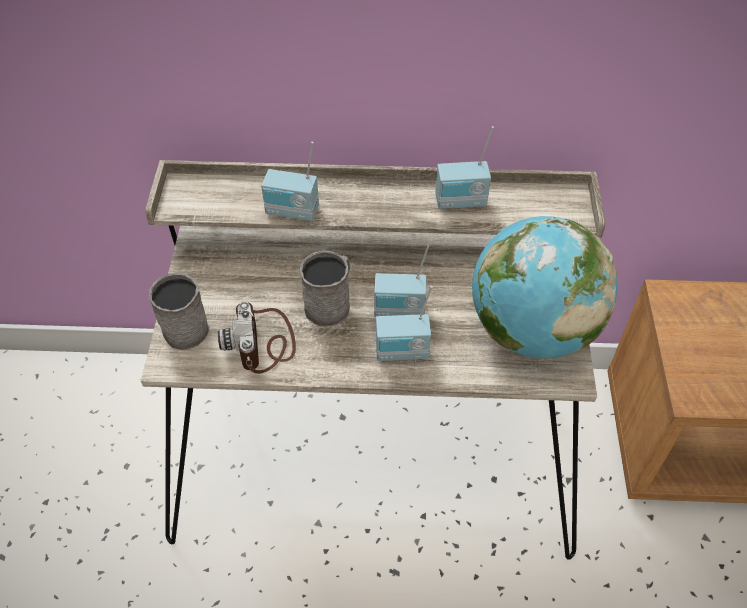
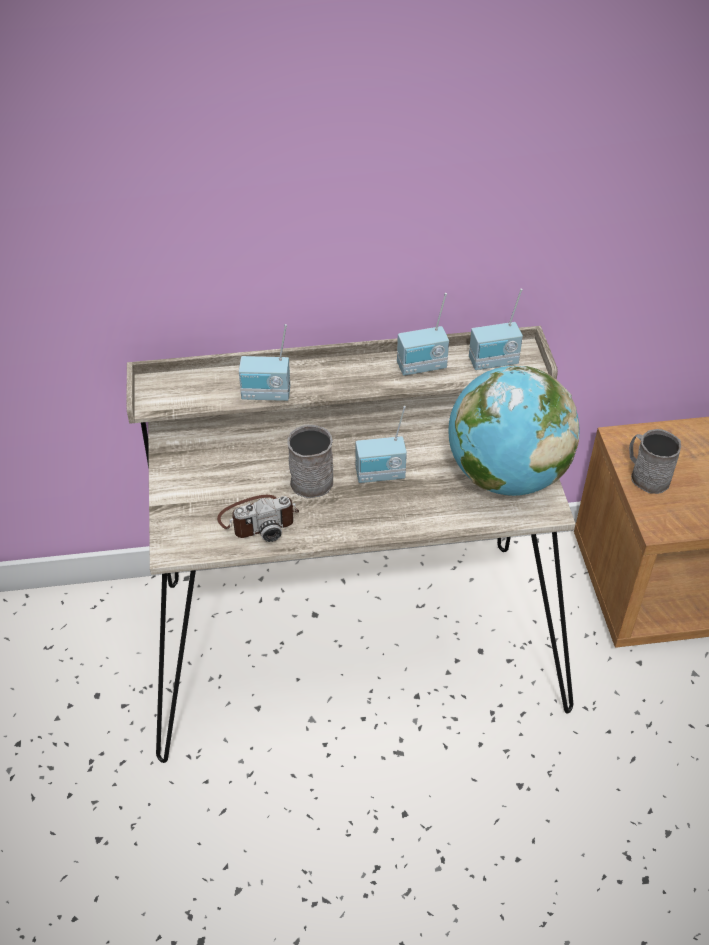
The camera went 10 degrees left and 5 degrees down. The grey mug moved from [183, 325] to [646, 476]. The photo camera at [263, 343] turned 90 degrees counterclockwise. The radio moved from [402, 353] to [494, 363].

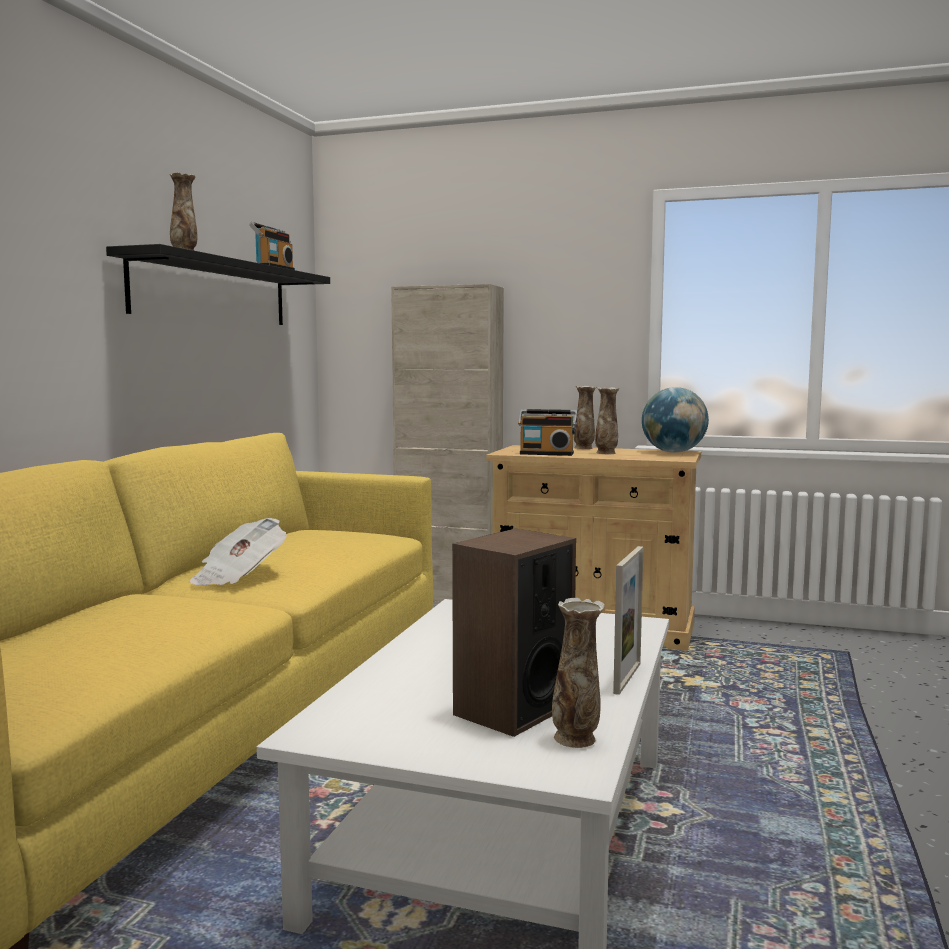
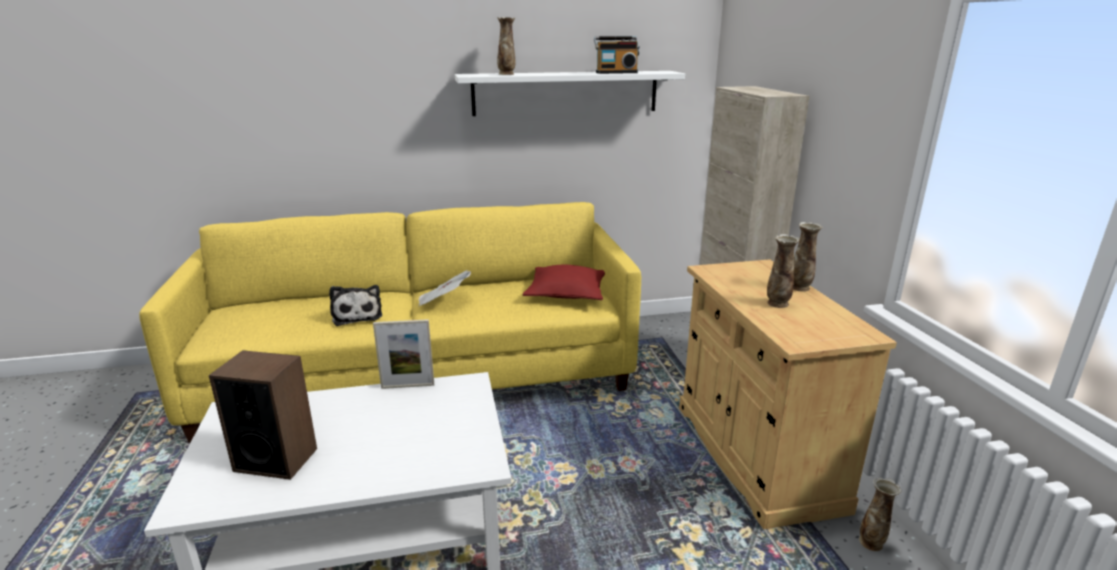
The camera went 60 degrees right and 15 degrees up. The black shelf at [213, 292] became the white shelf at [566, 93]. The radio at [547, 453] disappeared. The vase moved from [576, 739] to [871, 543]. The picture frame moved from [627, 678] to [407, 386]. The globe at [673, 452] disappeared. The plush toy at [357, 315] appeared. The red pillow at [566, 293] appeared.

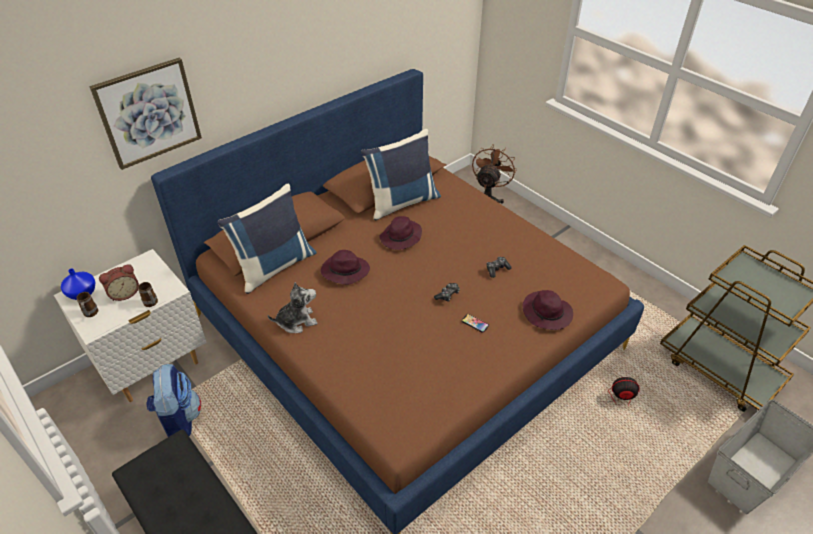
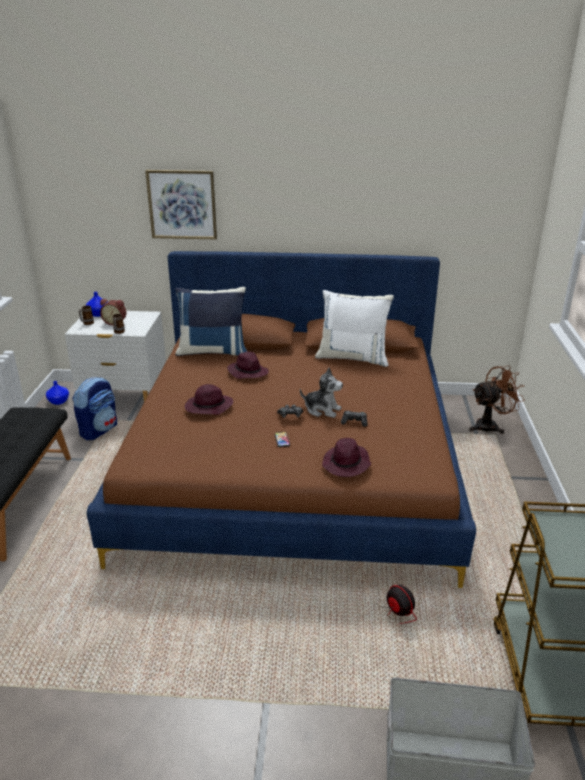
The camera went 45 degrees right and 15 degrees down. The plush toy moved from [296, 321] to [322, 410]. The blue pillow at [402, 202] became the white pillow at [353, 357]. The purple hat moved from [401, 237] to [208, 407]. The blue vase at [59, 401] appeared.

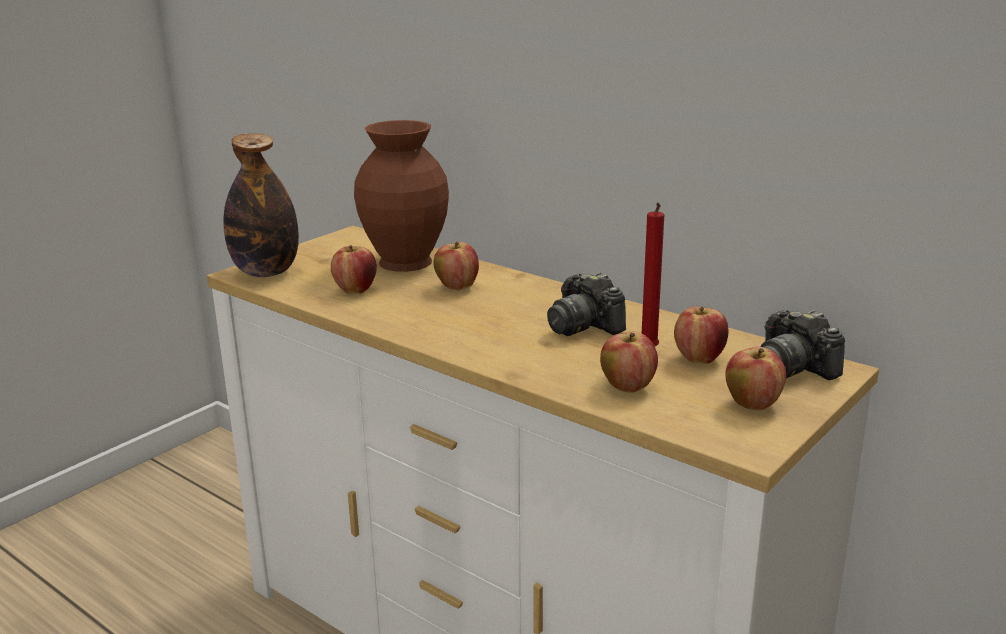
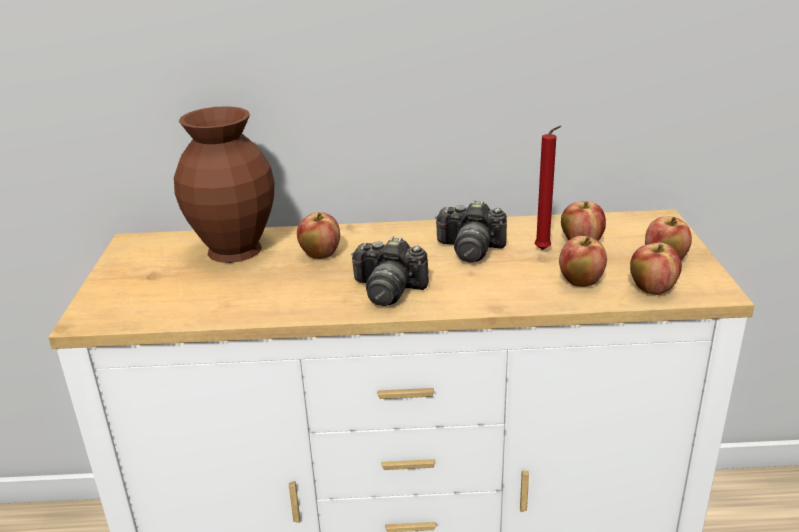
The camera went 40 degrees left and 5 degrees up. The bottle at [266, 272] disappeared. The apple moved from [355, 290] to [652, 289]. The photo camera moved from [792, 368] to [388, 290].

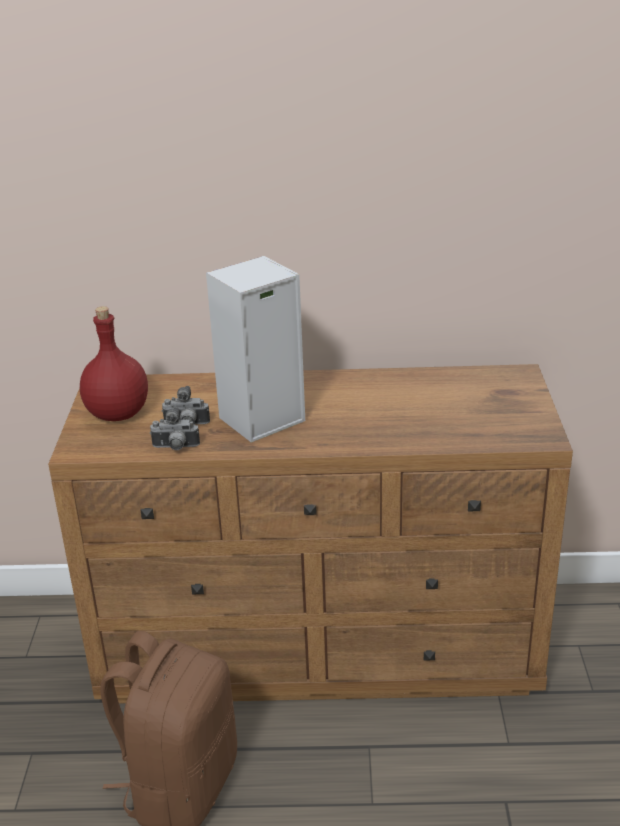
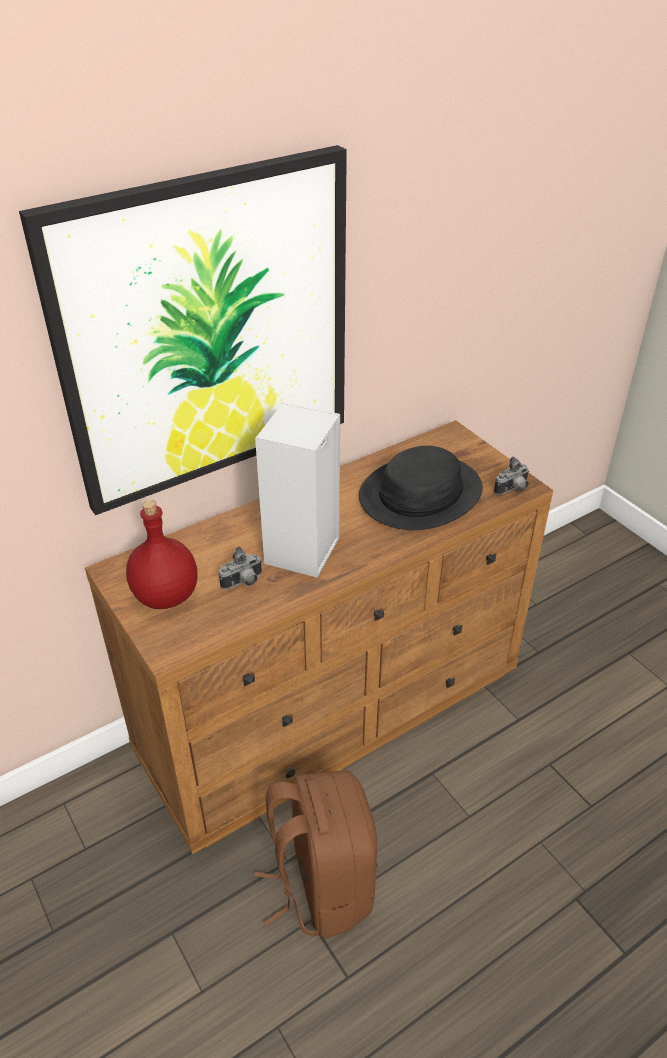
The camera went 35 degrees left and 10 degrees up. The photo camera moved from [175, 448] to [512, 490]. The picture at [208, 333] appeared. The black hat at [421, 494] appeared.

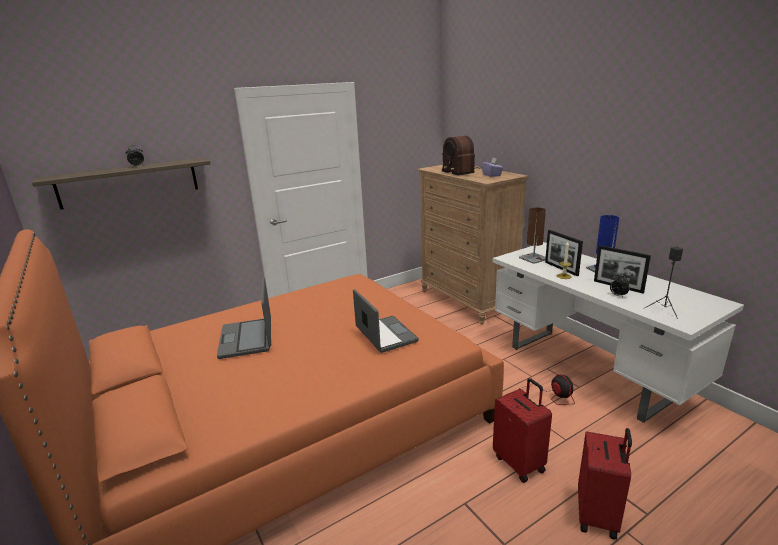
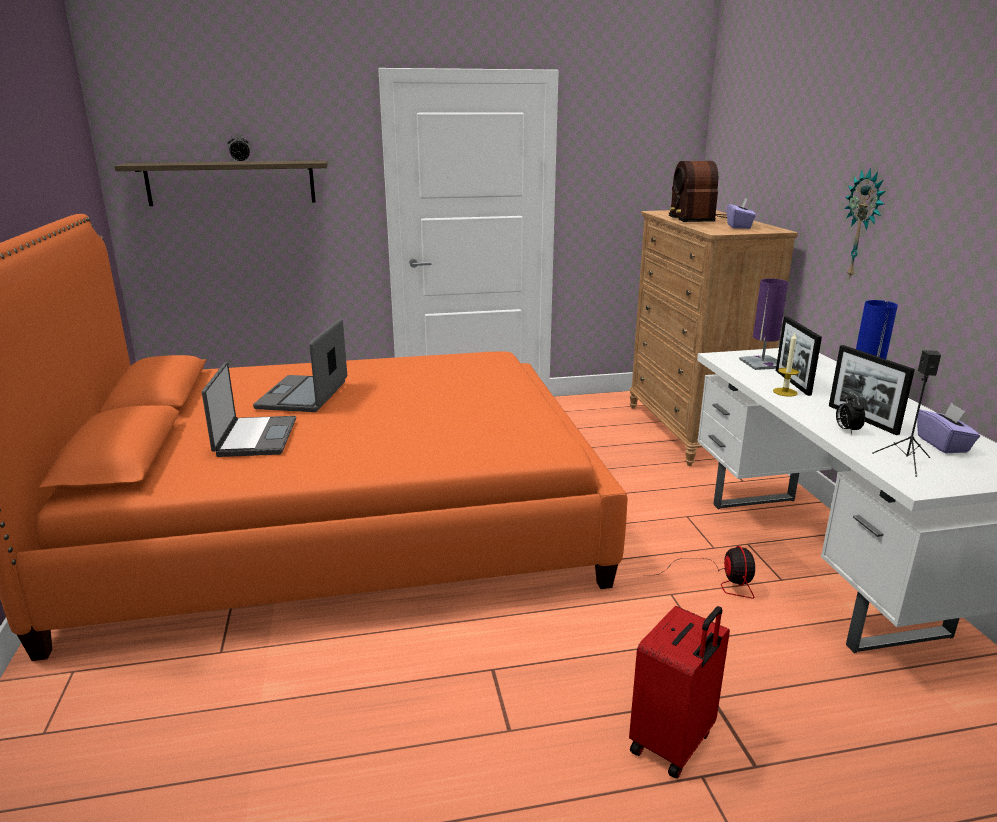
The camera went 20 degrees right and 0 degrees up. The laptop moved from [385, 335] to [254, 438]. The red suitcase at [520, 463] disappeared. The brown table lamp at [533, 258] became the purple table lamp at [762, 363]. The wall clock at [863, 225] appeared. The purple tissue box at [943, 444] appeared.

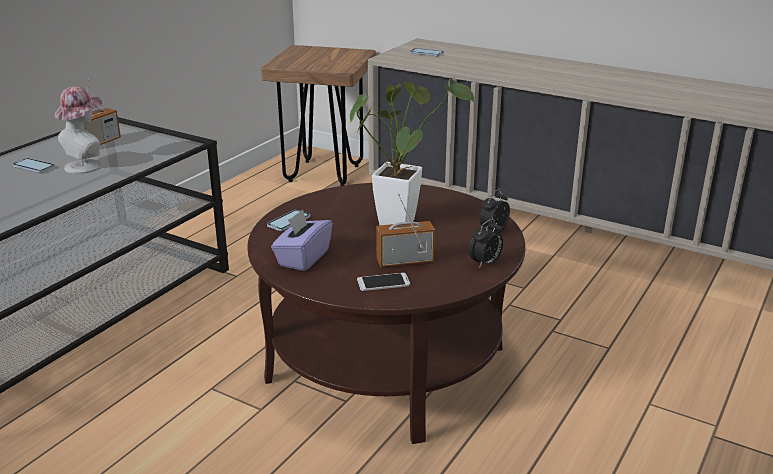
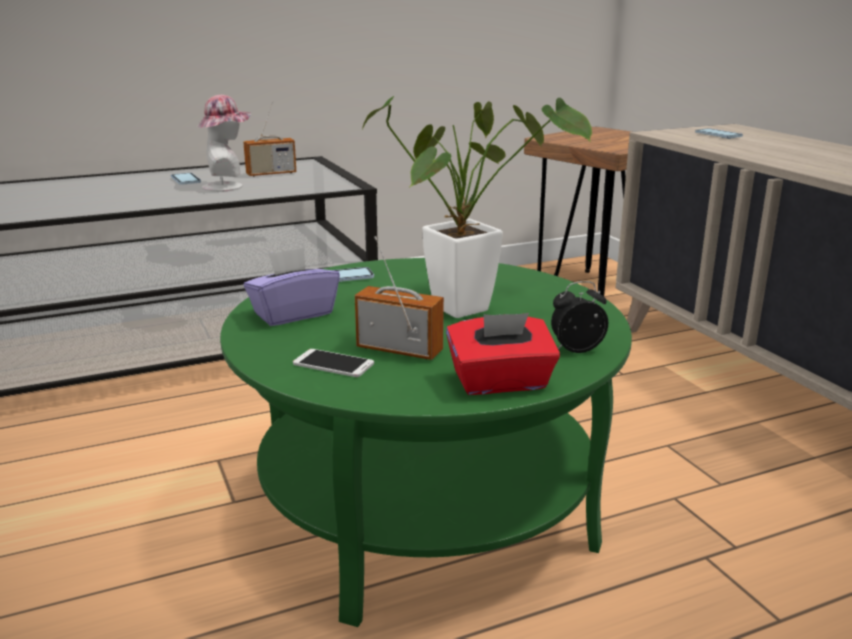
The camera went 35 degrees right and 5 degrees down. The brown coffee table at [386, 363] became the green coffee table at [425, 508]. The alarm clock at [485, 263] was replaced by the red tissue box at [501, 383].

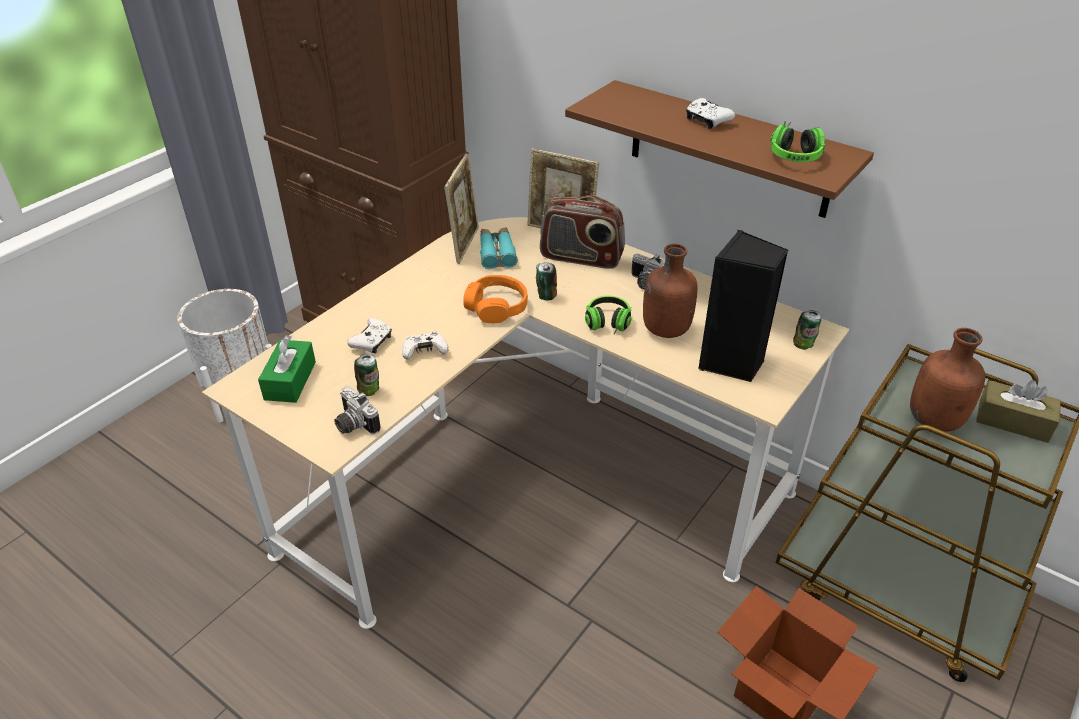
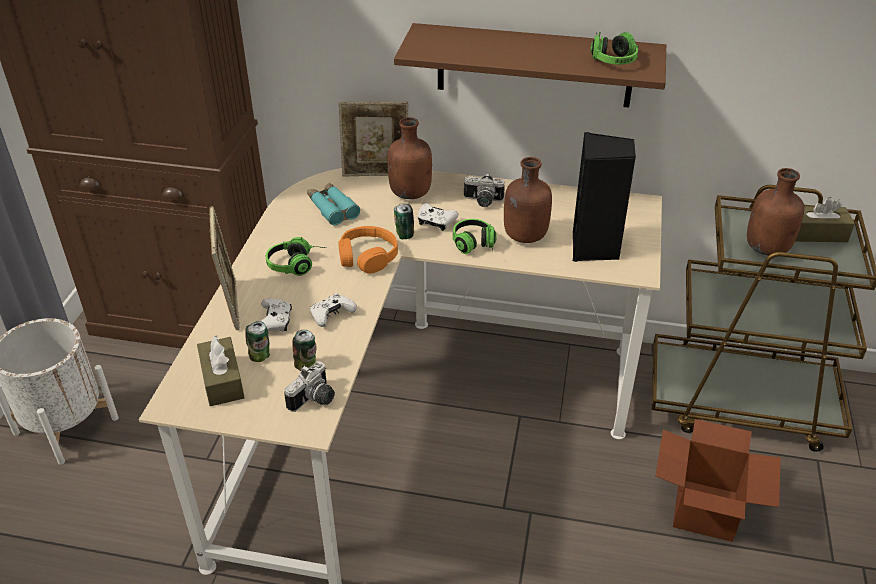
The camera went 25 degrees left and 0 degrees up. The green tissue box at [290, 381] became the brown tissue box at [222, 380]. The photo camera at [353, 424] turned 75 degrees counterclockwise. The picture frame moved from [465, 244] to [231, 304]. The radio at [581, 257] was replaced by the brown bottle at [411, 193]. The white game controller moved from [707, 120] to [436, 222]. The can moved from [803, 345] to [260, 356]. The headphones at [297, 265] appeared.

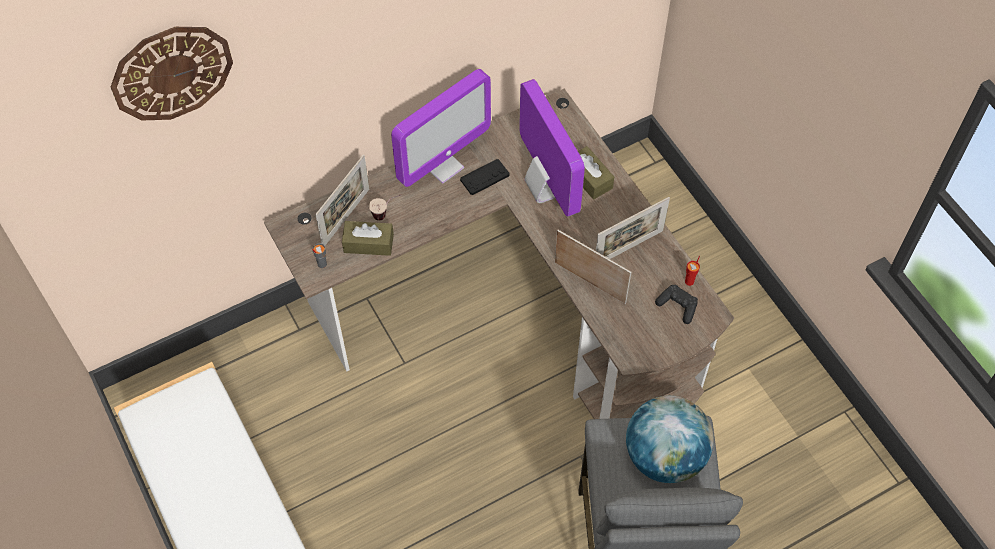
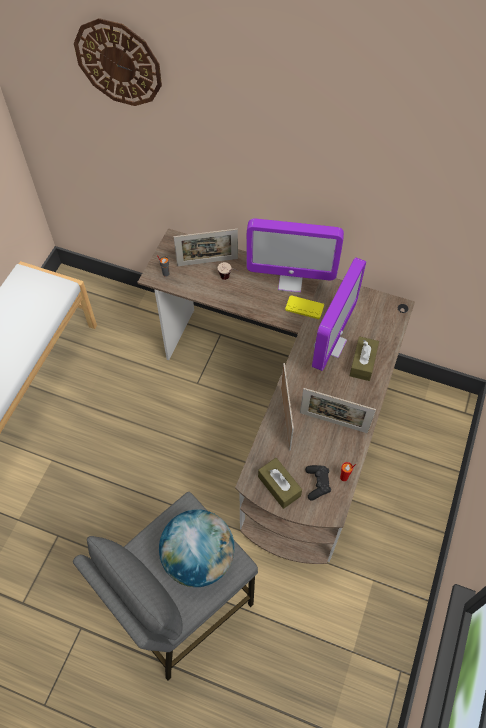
The camera went 50 degrees right and 0 degrees up. The brown tissue box moved from [368, 243] to [279, 486]. The black game controller at [484, 177] became the yellow game controller at [304, 308].

